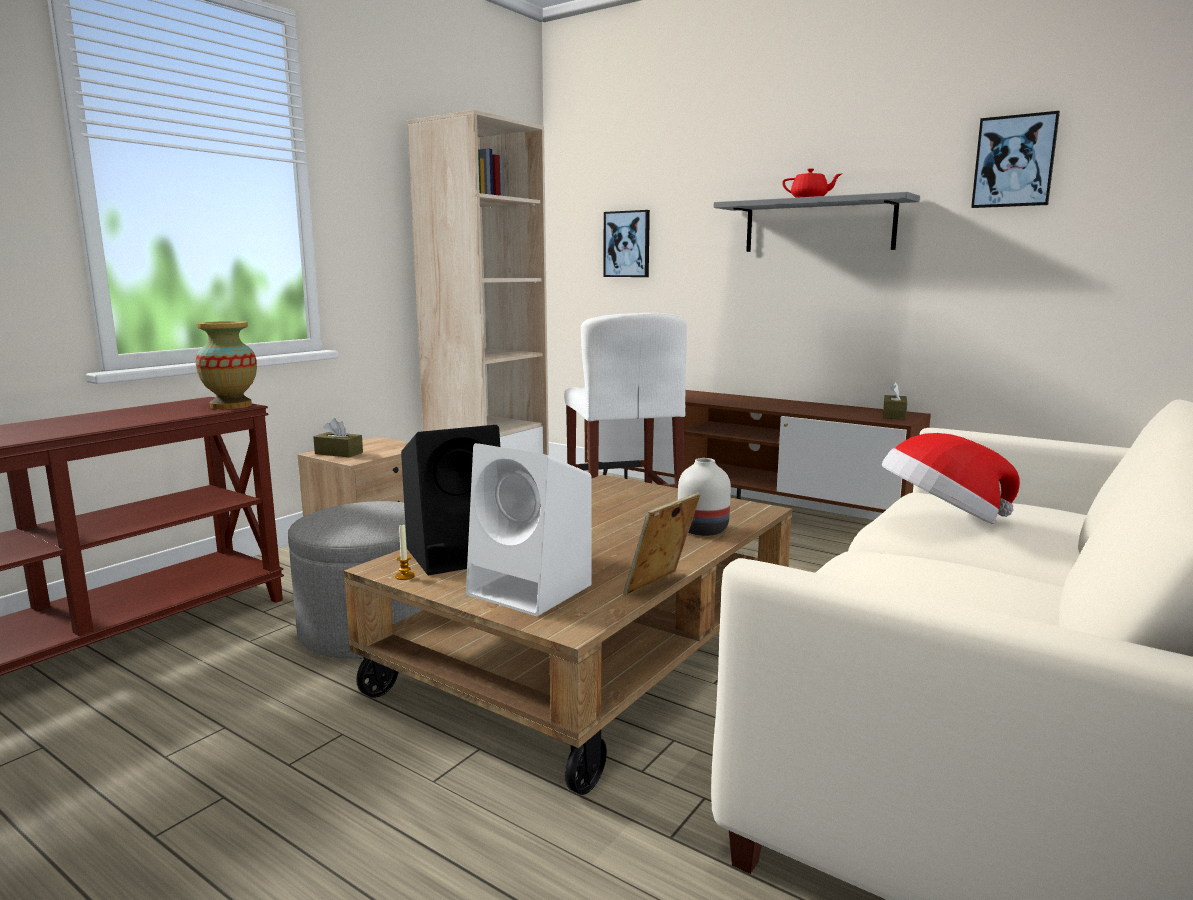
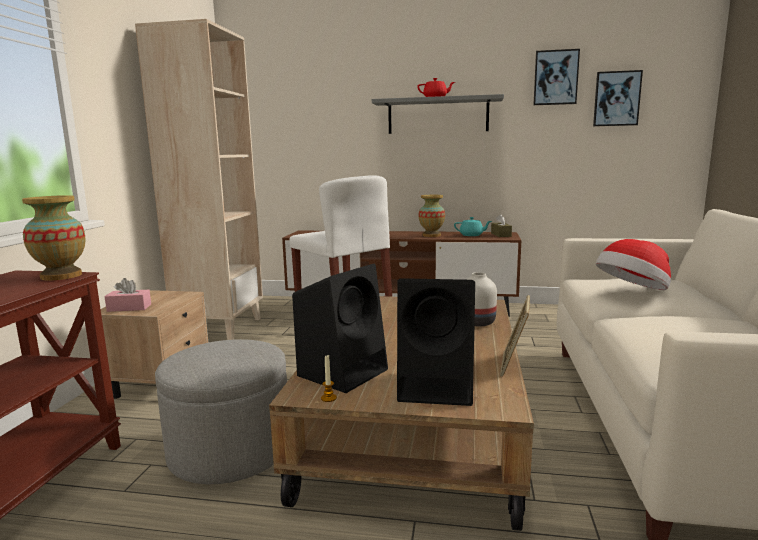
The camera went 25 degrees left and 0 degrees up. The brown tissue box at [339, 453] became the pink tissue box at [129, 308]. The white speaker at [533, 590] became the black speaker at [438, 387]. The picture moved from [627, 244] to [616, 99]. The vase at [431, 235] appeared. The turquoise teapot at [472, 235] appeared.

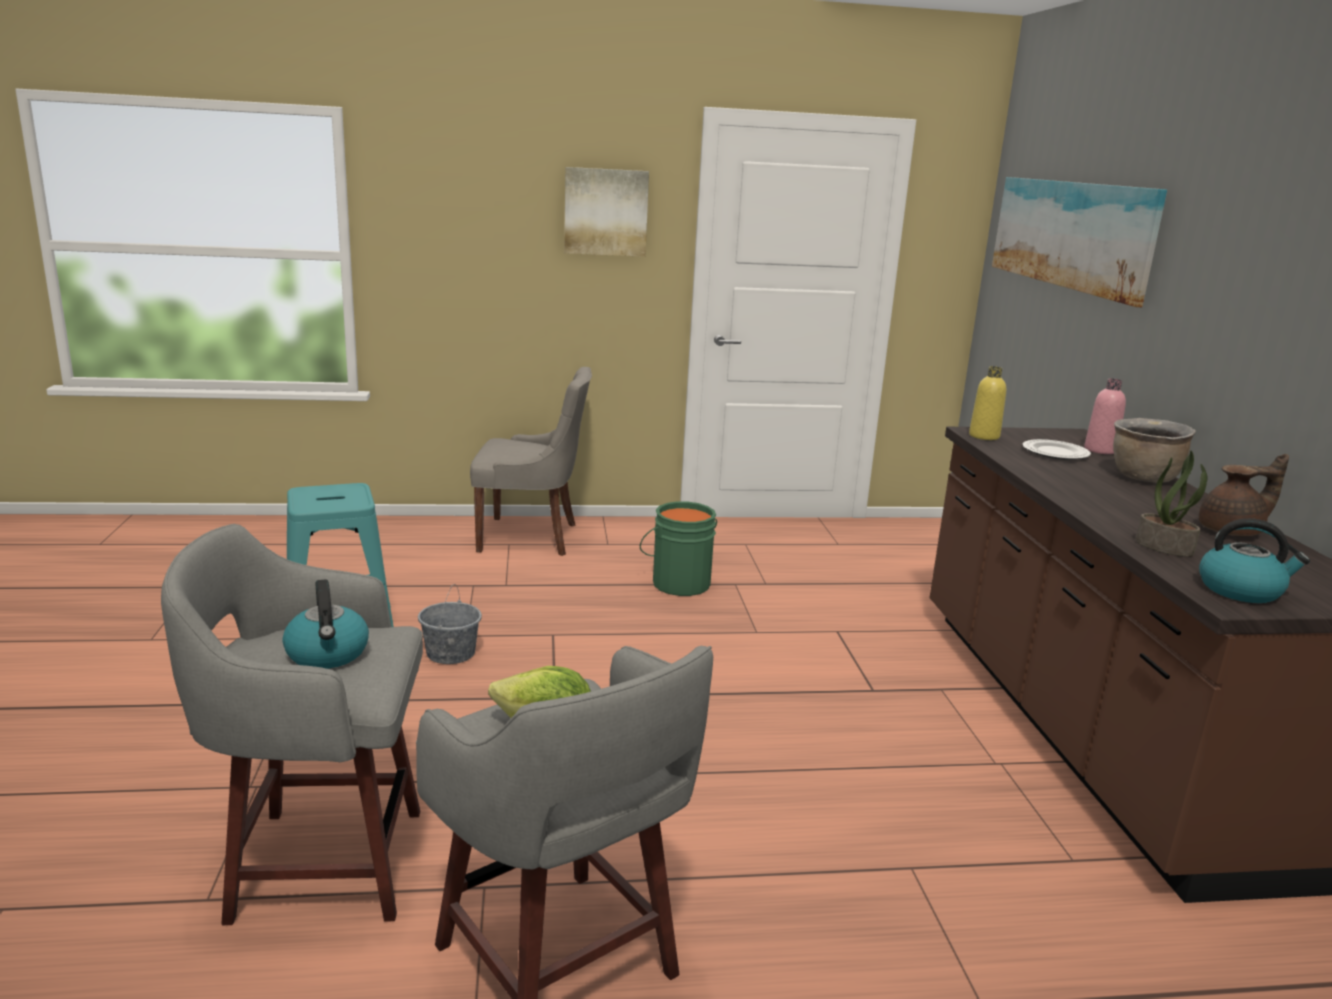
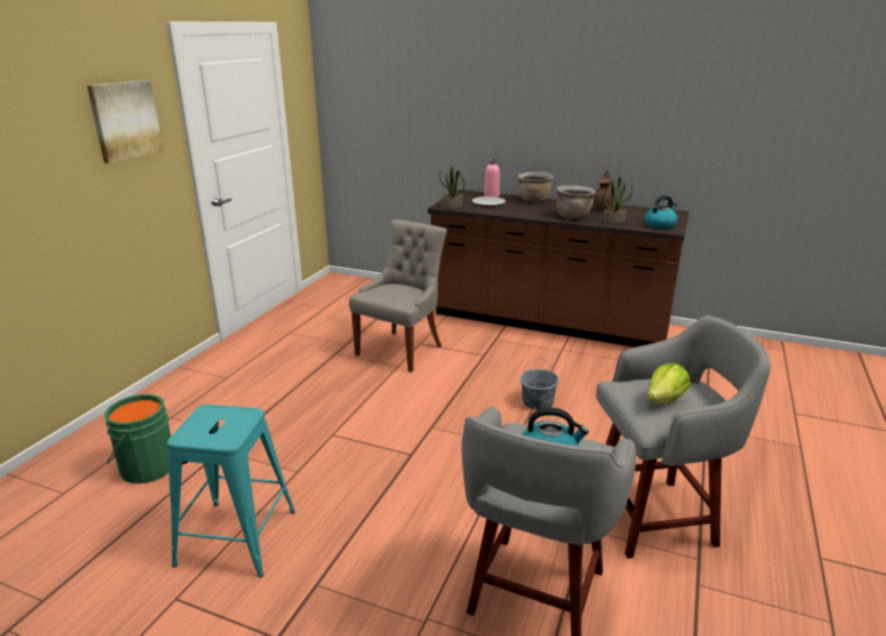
The camera went 60 degrees left and 5 degrees up. The grey bucket moved from [451, 653] to [537, 402]. The grey chair moved from [531, 537] to [401, 350]. The green bucket moved from [679, 582] to [145, 467]. The yellow bottle at [984, 436] was replaced by the potted plant at [452, 206]. The picture at [1072, 234] disappeared. The brown cooking pot at [573, 217] appeared.

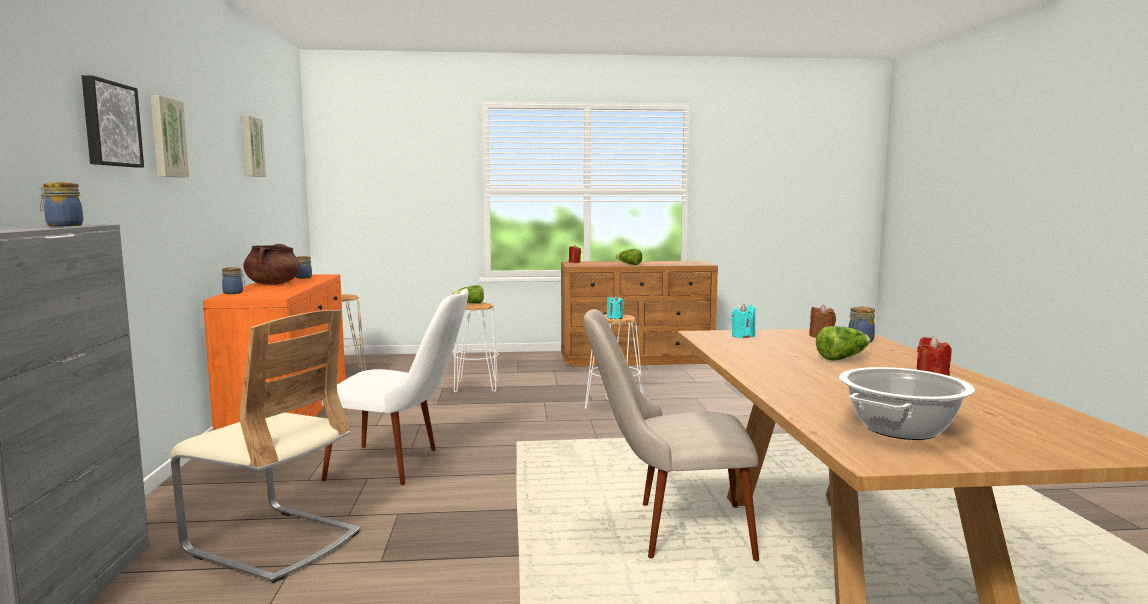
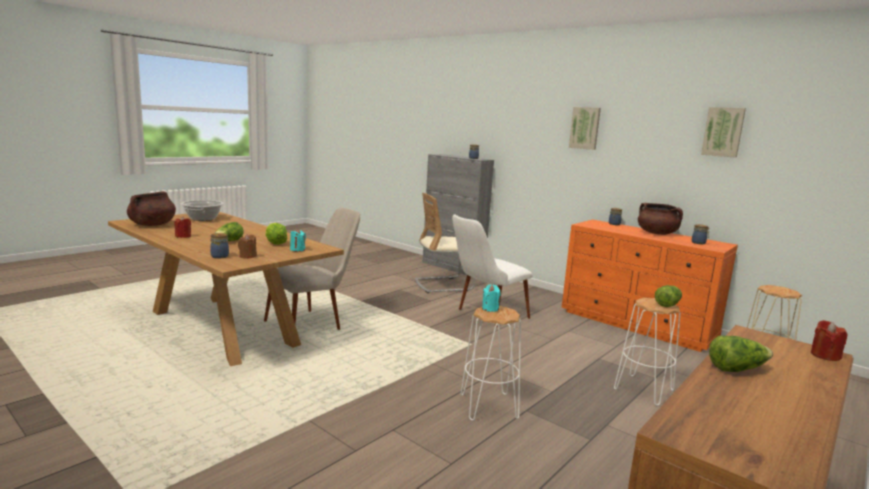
The camera went 135 degrees right and 5 degrees up. The picture at [109, 124] disappeared. The brown cooking pot at [152, 225] appeared. The lettuce at [275, 244] appeared.

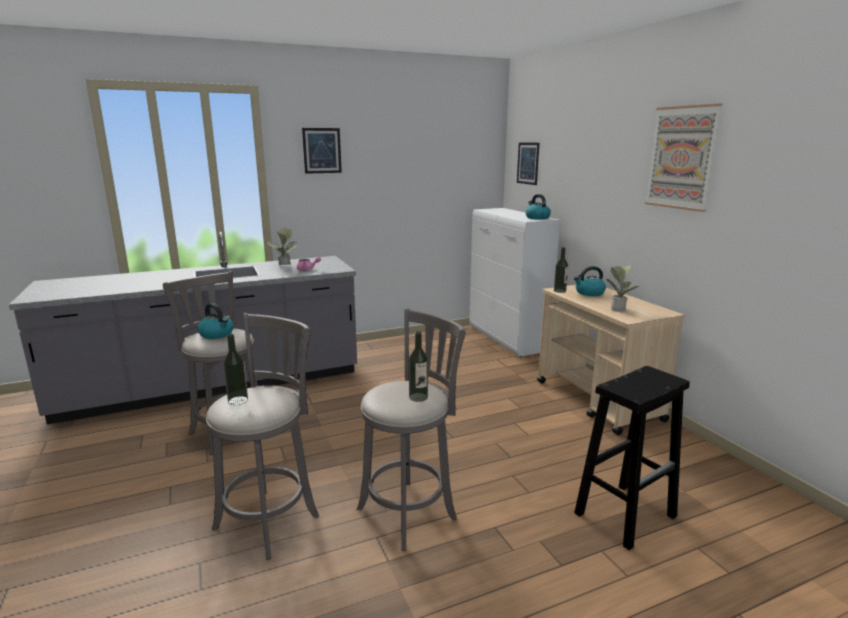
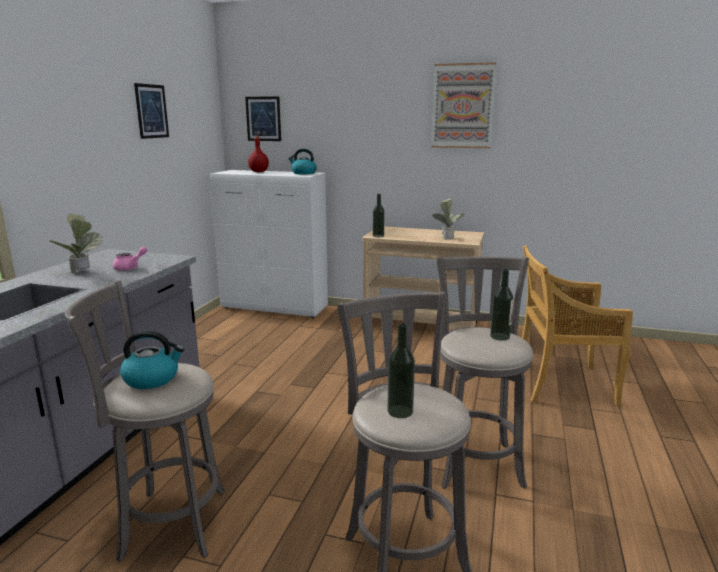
The camera went 50 degrees left and 0 degrees up. The picture moved from [322, 150] to [151, 111]. The kettle at [589, 293] disappeared. The black stool at [626, 514] was replaced by the beige chair at [561, 383]. The red bottle at [258, 172] appeared.

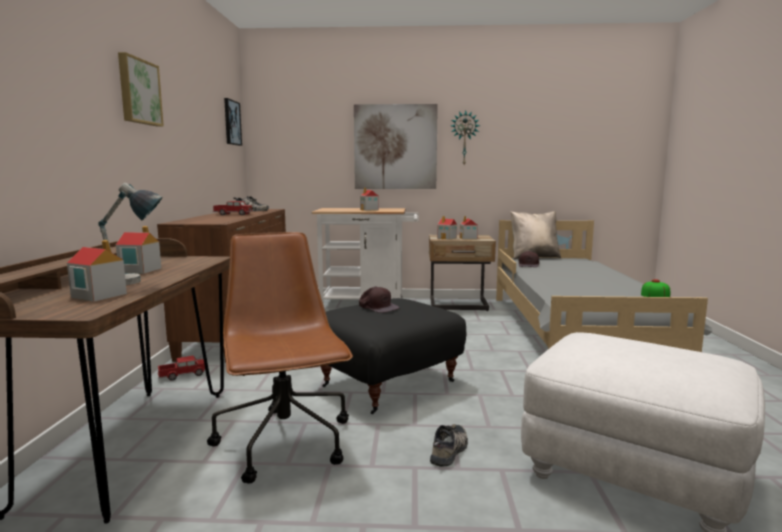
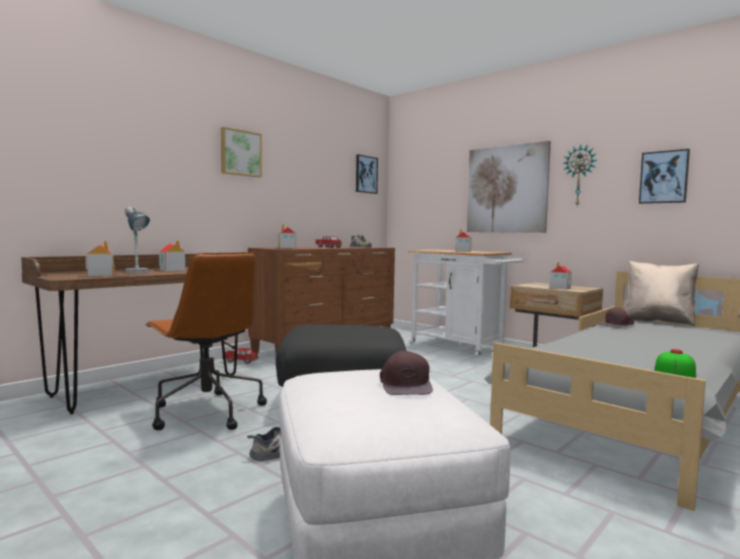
The camera went 40 degrees right and 5 degrees down. The brown office chair at [285, 443] turned 120 degrees clockwise. The brown cap moved from [378, 307] to [406, 385]. The toy house moved from [447, 238] to [287, 248]. The picture at [664, 177] appeared.

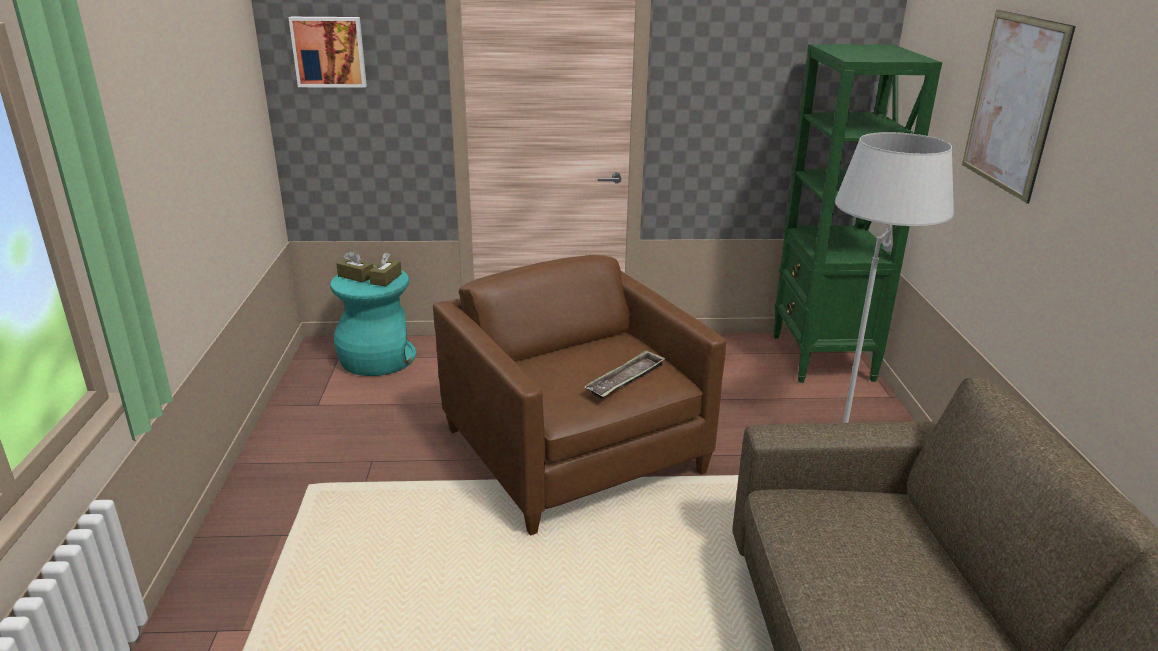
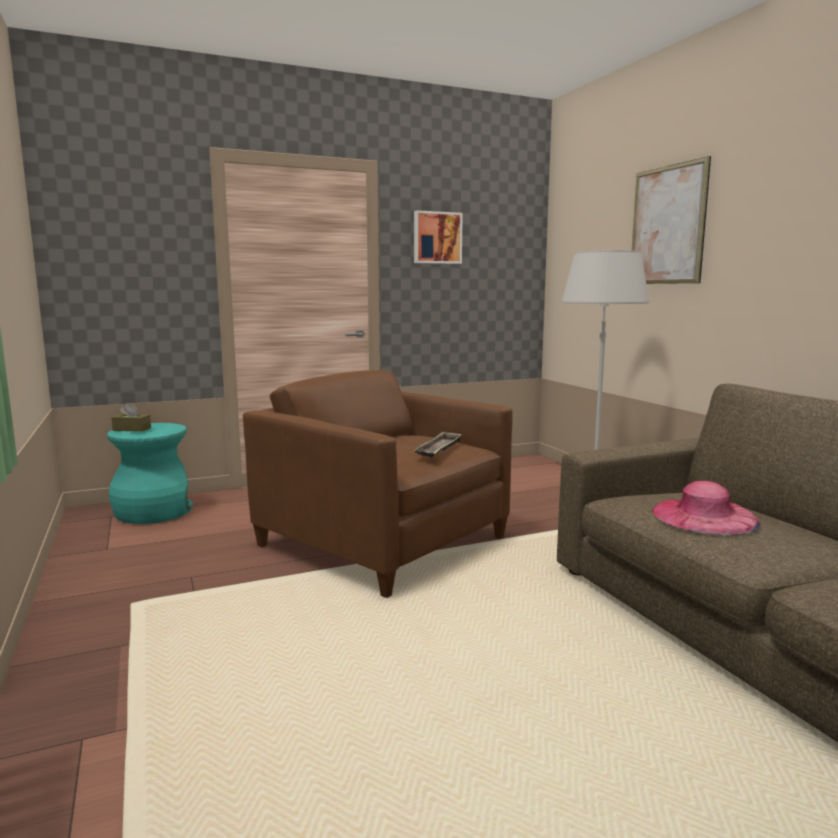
The camera went 20 degrees left and 15 degrees down. The picture moved from [329, 51] to [437, 238]. The brown tissue box at [386, 279] disappeared. The green bookcase at [822, 358] disappeared. The pink hat at [704, 516] appeared.

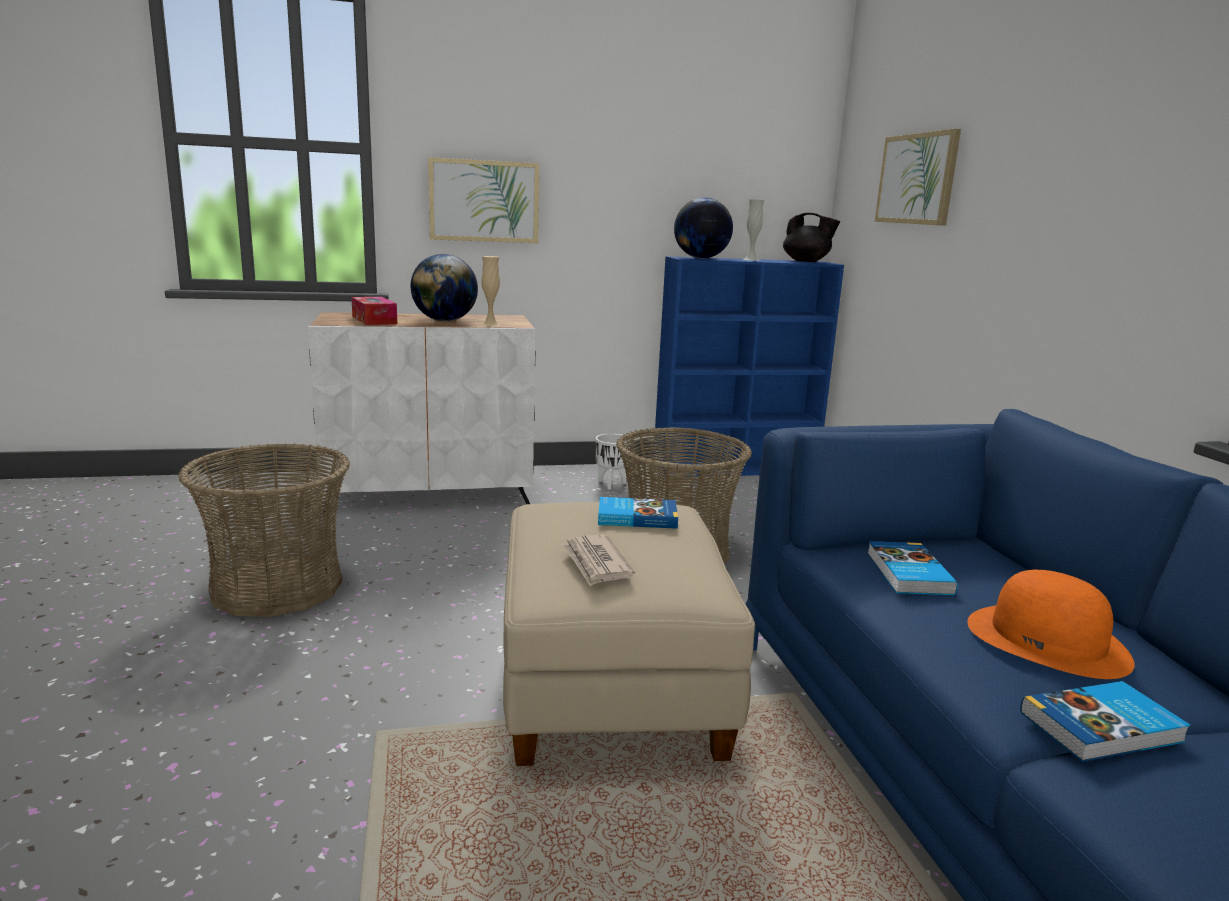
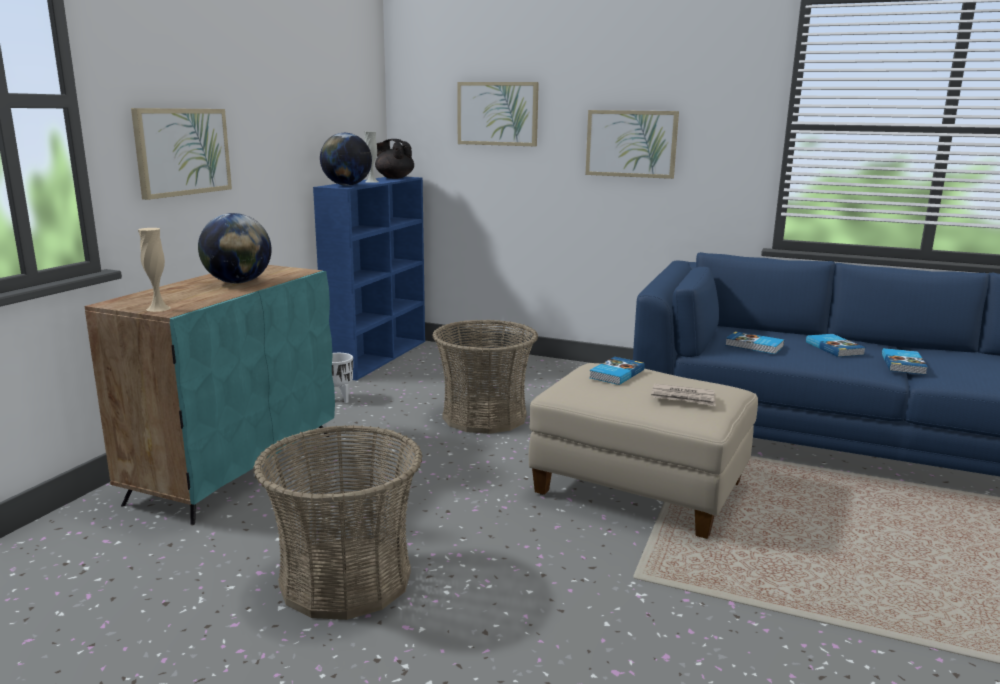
The camera went 55 degrees left and 0 degrees up. The white cabinet at [430, 493] became the turquoise cabinet at [235, 466]. The tissue box at [374, 320] disappeared. The beige vase moved from [490, 324] to [158, 308]. The black teapot at [806, 261] turned 120 degrees counterclockwise. The orange hat at [1048, 641] was replaced by the book at [835, 348]. The picture at [631, 143] appeared.

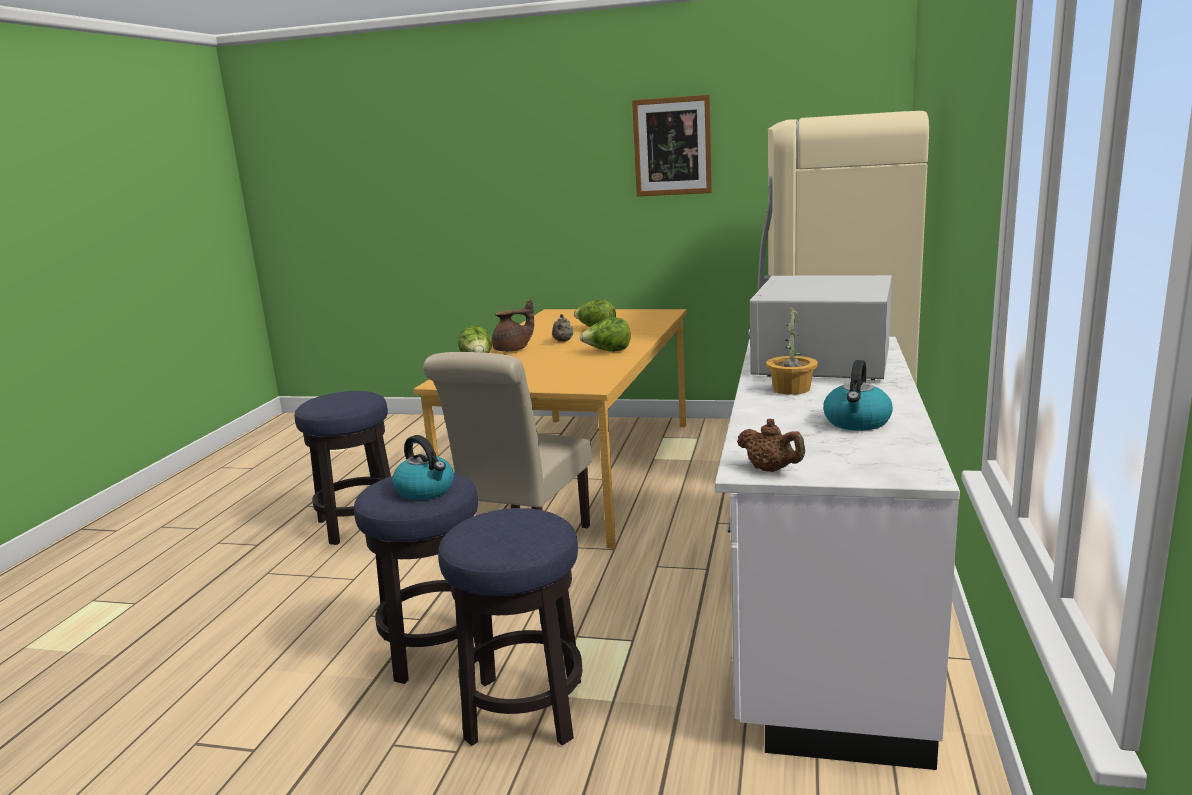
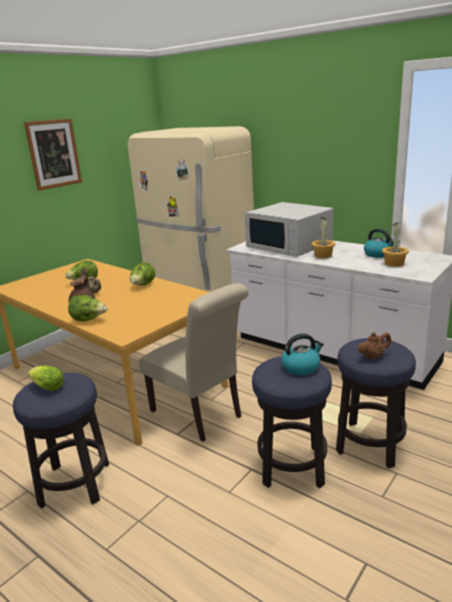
The camera went 65 degrees left and 5 degrees up. The brown teapot moved from [771, 470] to [373, 356]. The lettuce at [46, 387] appeared. The potted plant at [394, 263] appeared.

